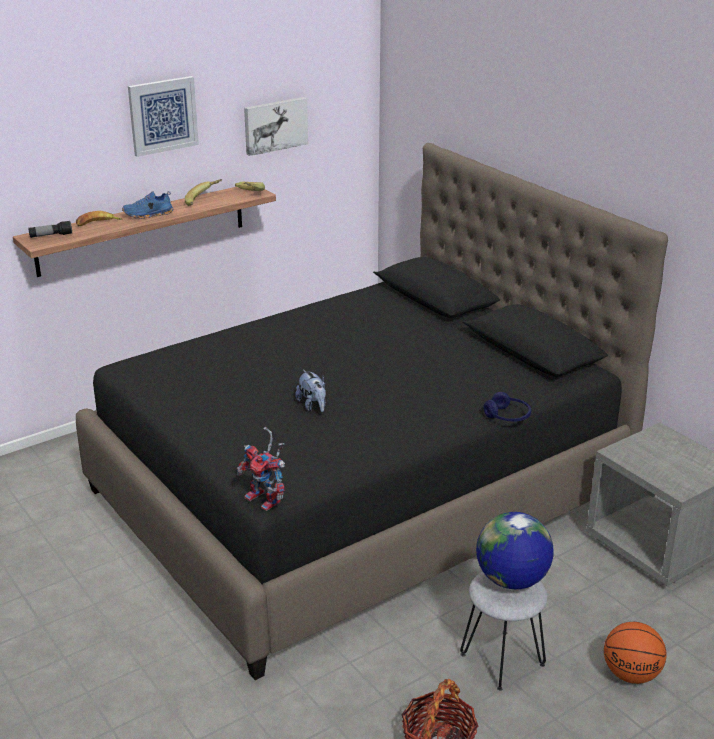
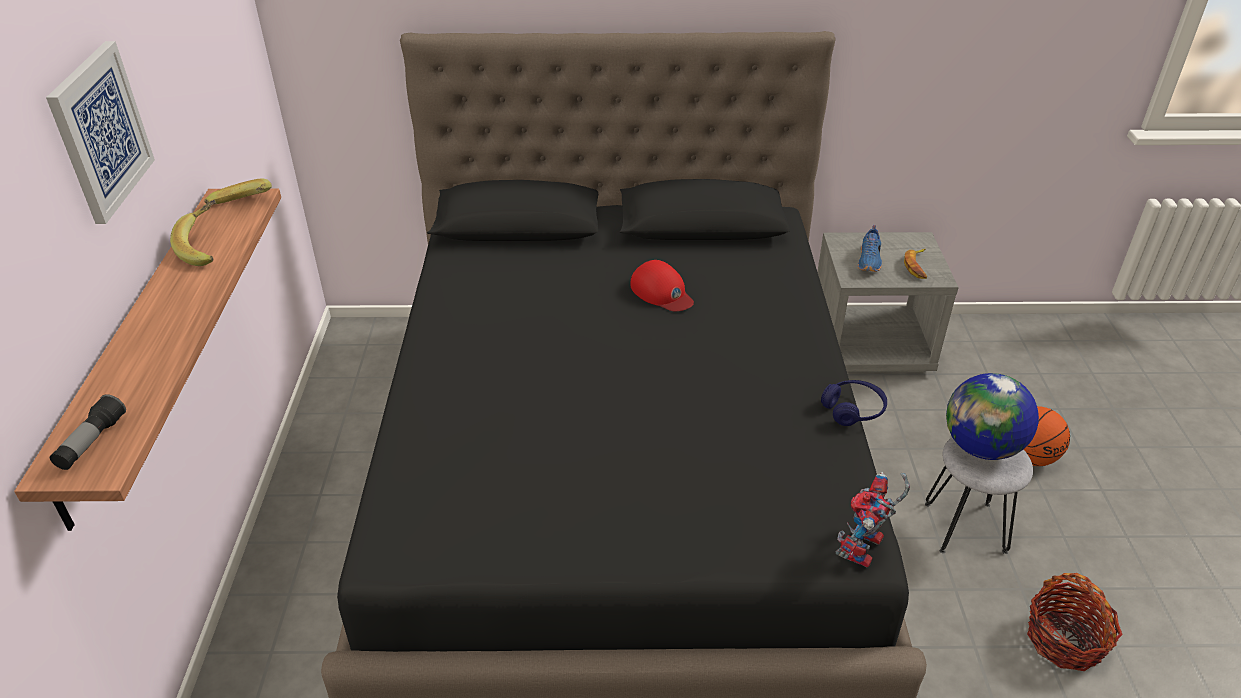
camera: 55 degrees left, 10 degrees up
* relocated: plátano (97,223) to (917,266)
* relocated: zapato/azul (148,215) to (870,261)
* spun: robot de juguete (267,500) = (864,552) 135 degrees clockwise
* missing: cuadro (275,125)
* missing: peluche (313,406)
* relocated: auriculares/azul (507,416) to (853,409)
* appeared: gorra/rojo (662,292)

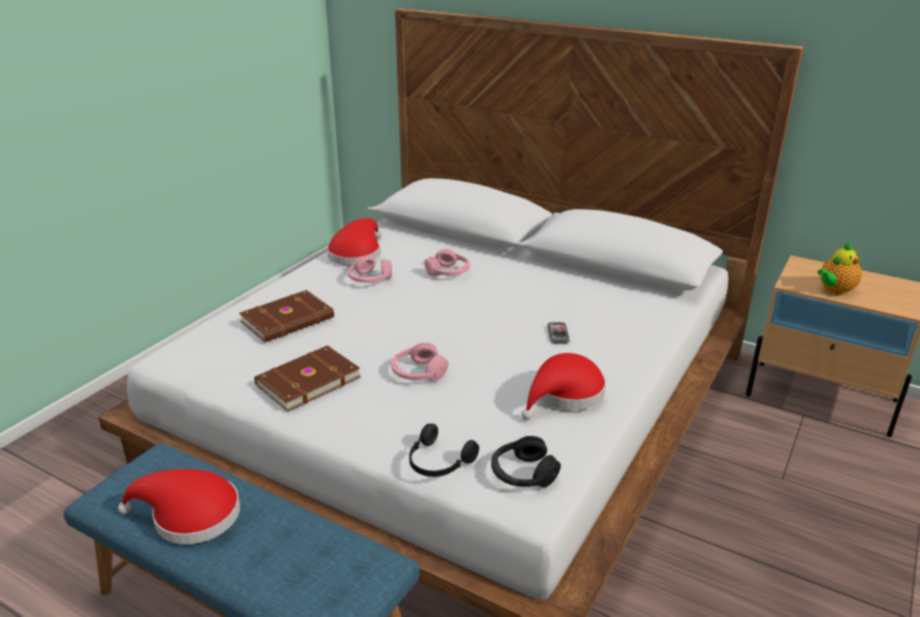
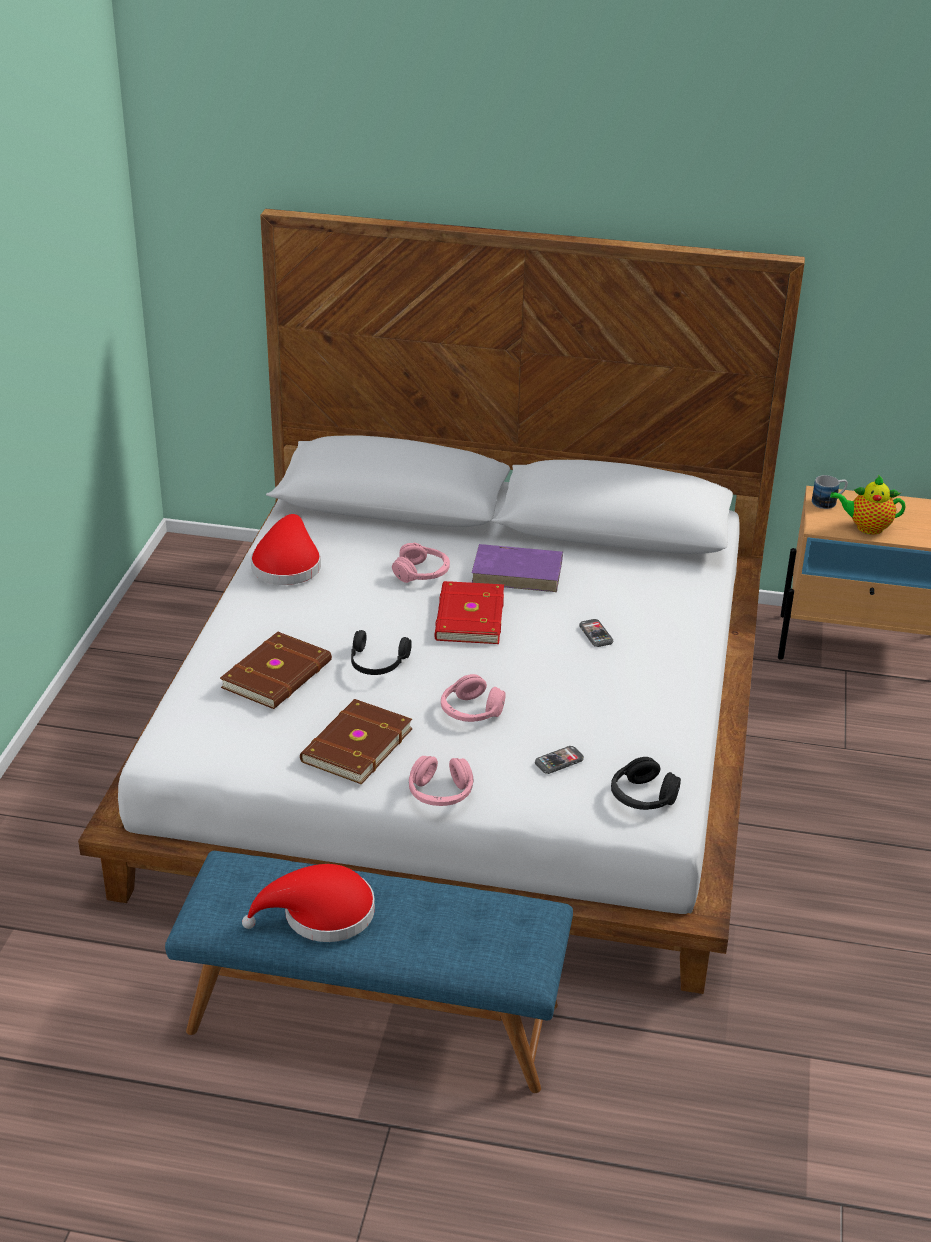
camera: 20 degrees left, 5 degrees up
* relocated: auriculares/rosa (370,279) to (440,793)
* relocated: auriculares/negro (438,462) to (377,664)
* missing: sombrero/rojo (564,394)
* spun: tetera (834,290) = (866,527) 60 degrees clockwise
* appeared: libro/rojo (467,617)
* appeared: libro/morado (518,572)
* appeared: móvil (559,761)
* appeared: taza grande (828,502)

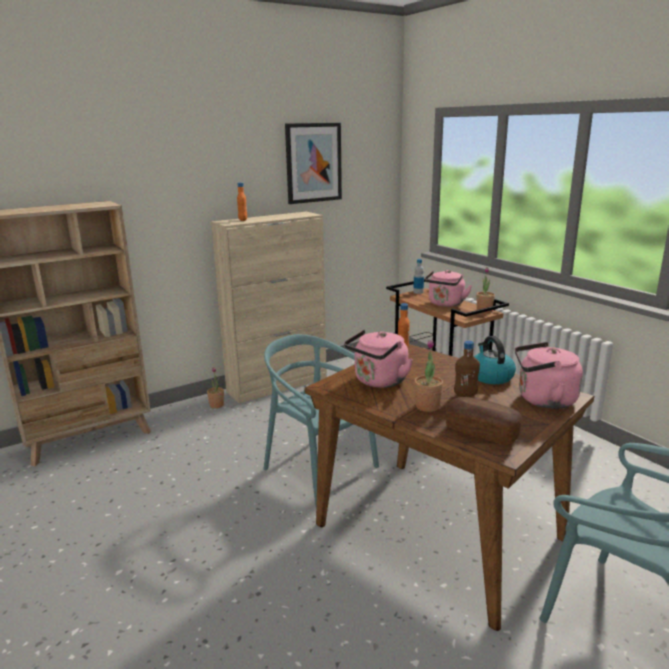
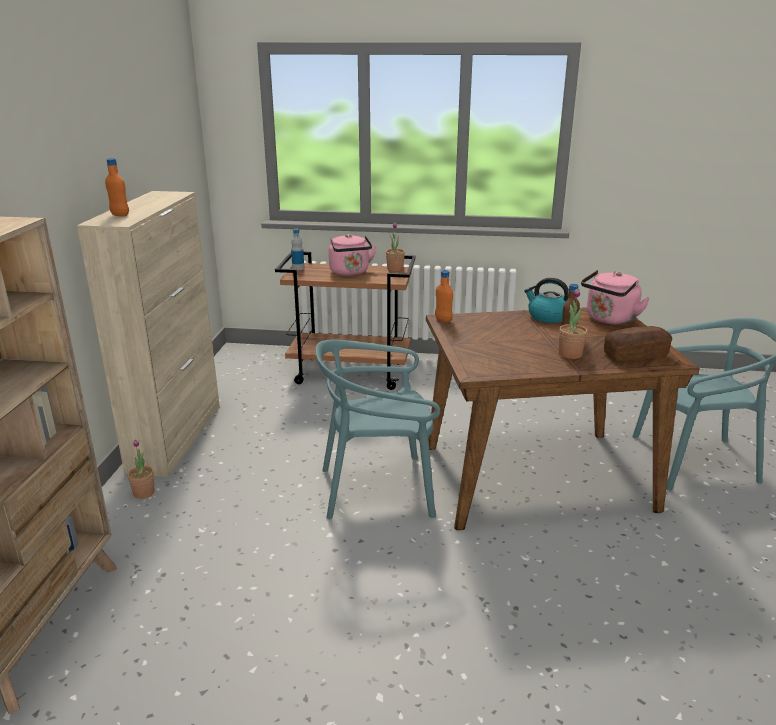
camera: 50 degrees left, 5 degrees up
* missing: cuadro (313,163)
* missing: hervidor/rosa (379,381)

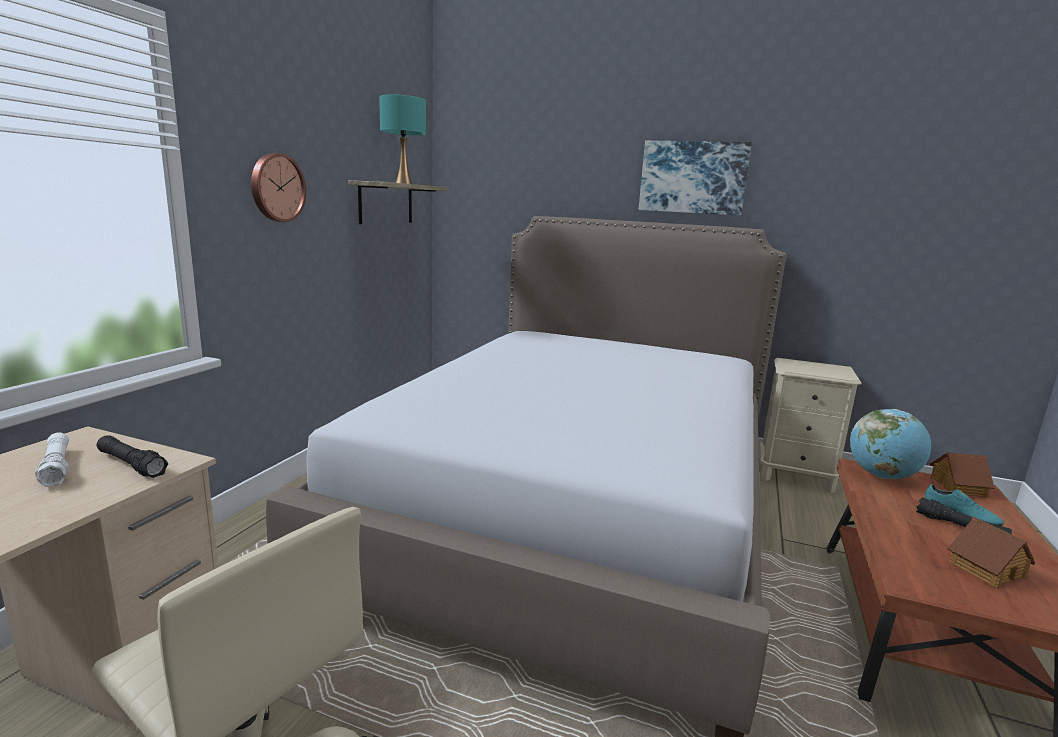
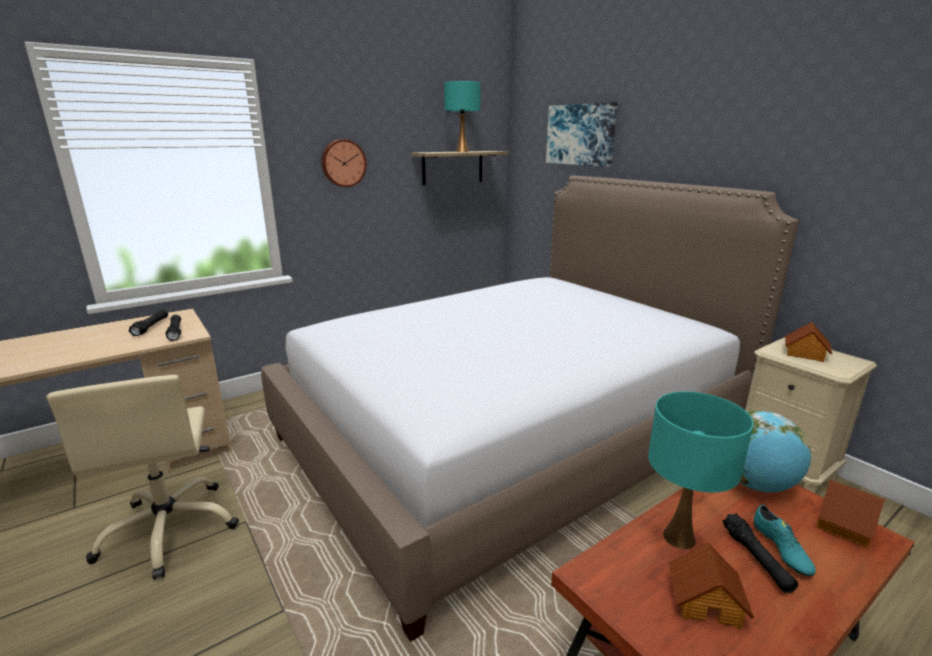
camera: 35 degrees right, 5 degrees up
* colour: linterna/blanco (57,467) to linterna/negro (151,327)
* relocated: cuadro (693,177) to (581,135)
* appeared: lámpara de mesa/turquesa (679,537)
* appeared: casita (804,354)

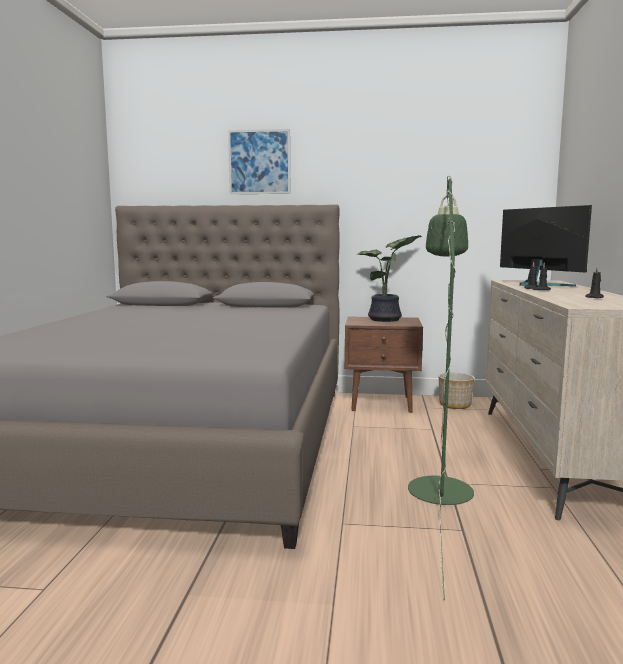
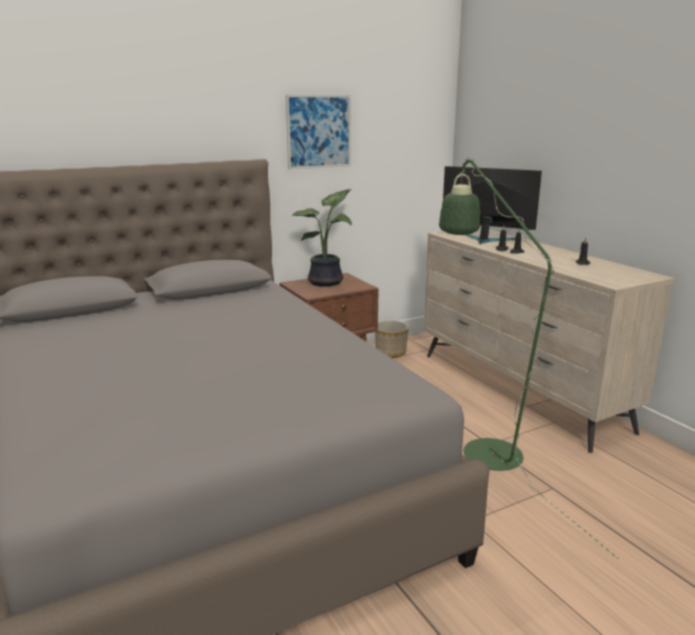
camera: 35 degrees left, 10 degrees up
* relocated: cuadro (259,162) to (319,131)

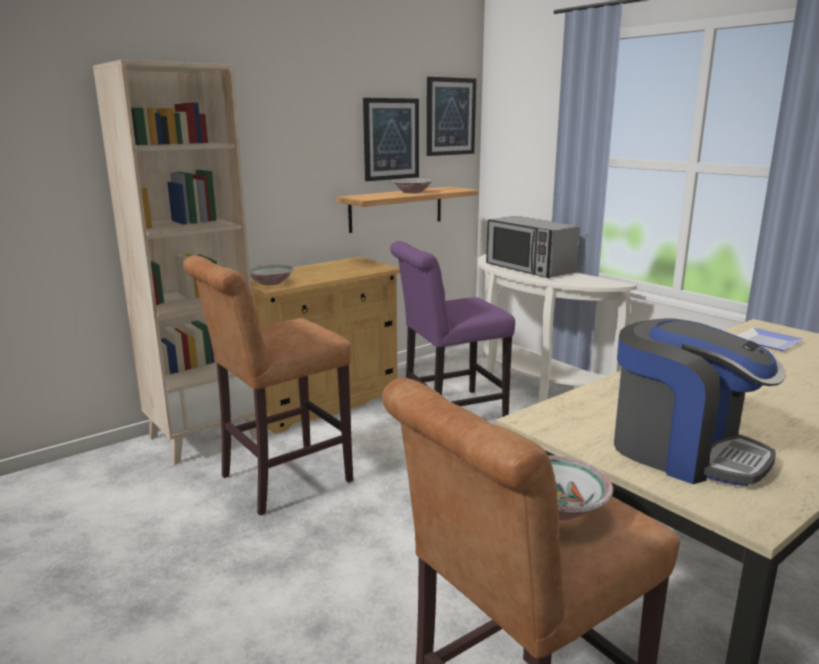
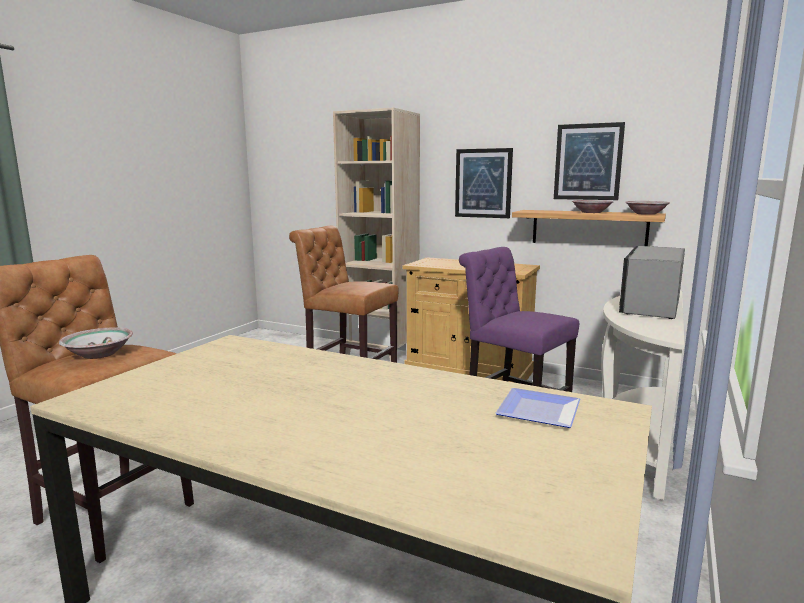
camera: 65 degrees right, 5 degrees down
* relocated: cuenco (271,282) to (646,214)
* relocated: cuadro (450,116) to (483,183)
* missing: cafetera (683,451)

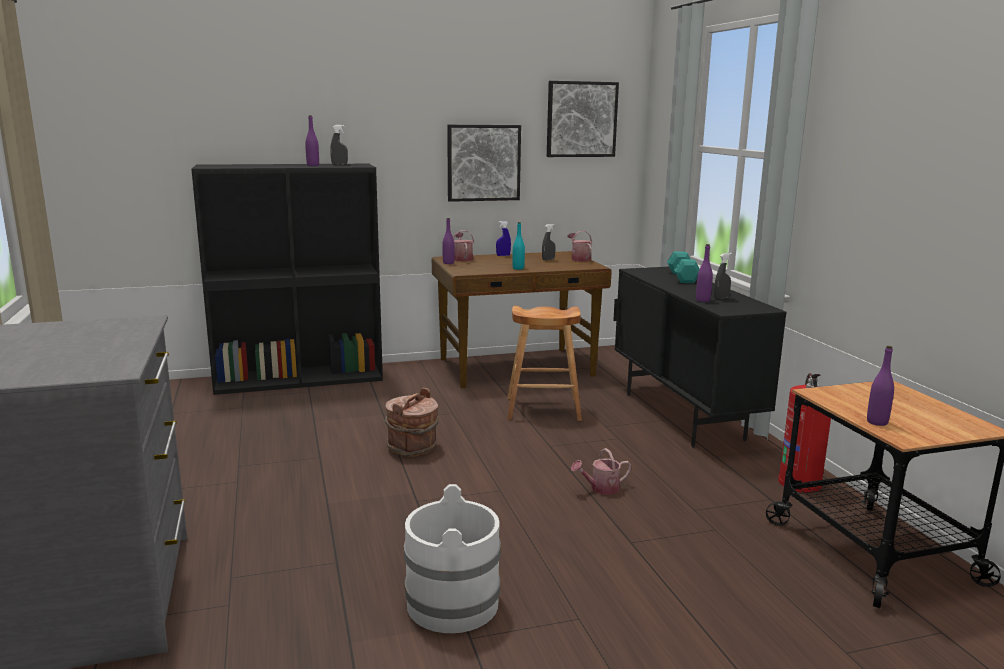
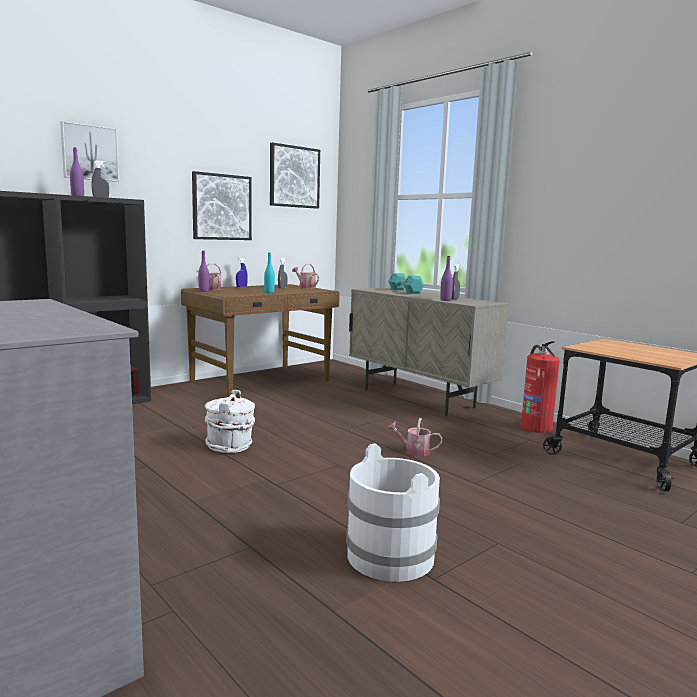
camera: 25 degrees left, 5 degrees down
* colour: cubo/marrón (412,447) to cubo/blanco (230,446)
* missing: taburete/marrón (543,409)
* spun: regadera (601,488) = (413,451) 60 degrees clockwise
* colour: armario/negro (683,416) to armario/beis (418,399)
* missing: botella/morado (877,422)
* appeared: cuadro (89,152)

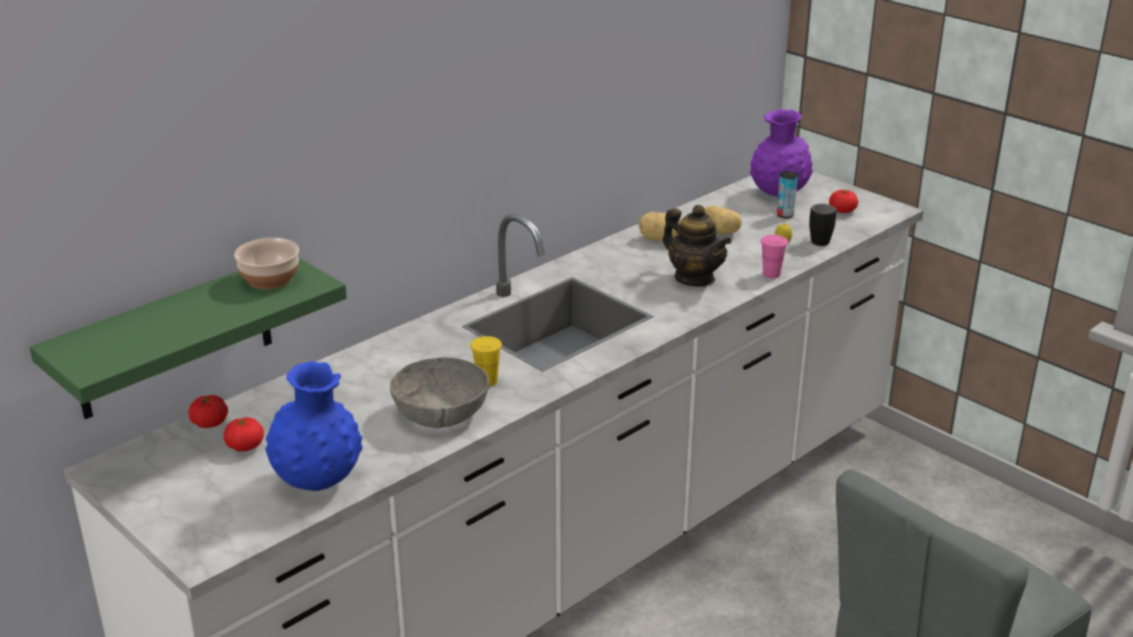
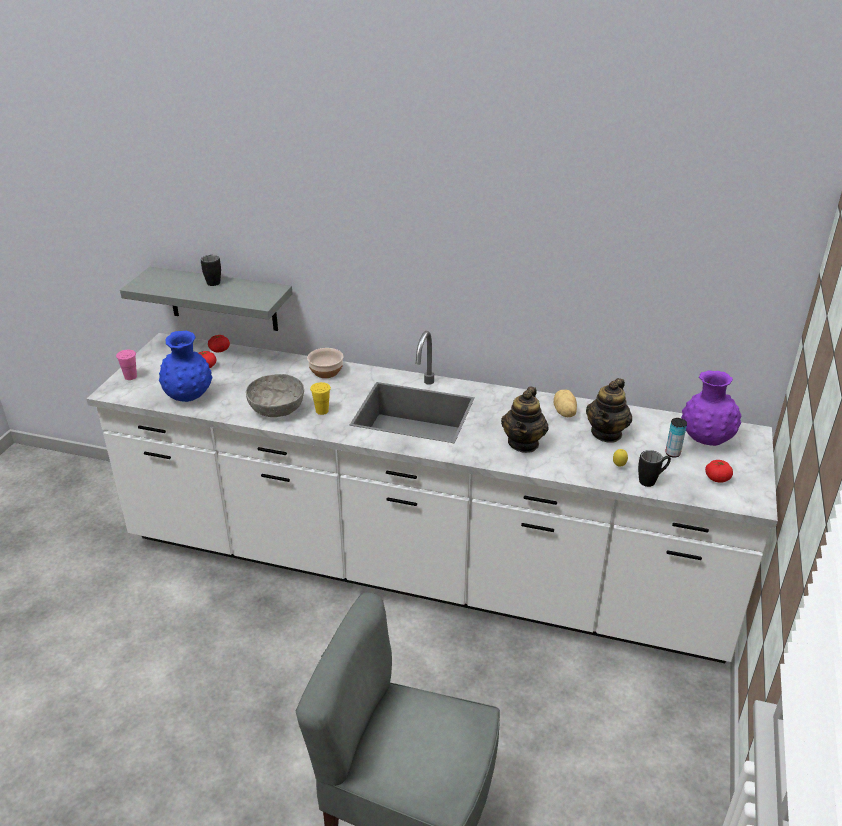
camera: 60 degrees right, 5 degrees up
* colour: estante/verde (174,337) to estante/gris (222,299)
* relocated: cuenco (269,279) to (326,371)
* exchanged: patata (720,232) to tetera (606,433)
* relocated: taza/rosa (771,274) to (130,377)
* appeared: taza grande/negro (213,281)

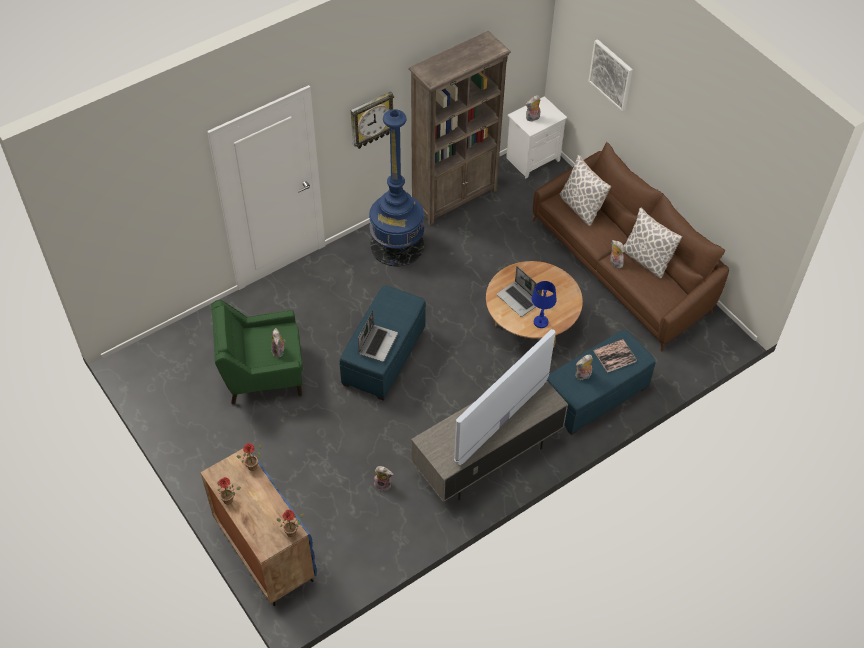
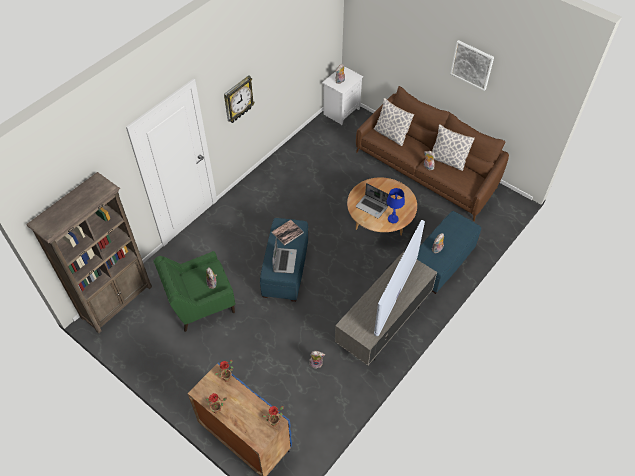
camera: 15 degrees left, 0 degrees up
* missing: lámpara de pie/azul (397,245)
* relocated: estantería/marrón (455,198) to (117,302)
* relocated: cuadro (611,74) to (472,65)
* relocated: libro (614,356) to (287,232)

